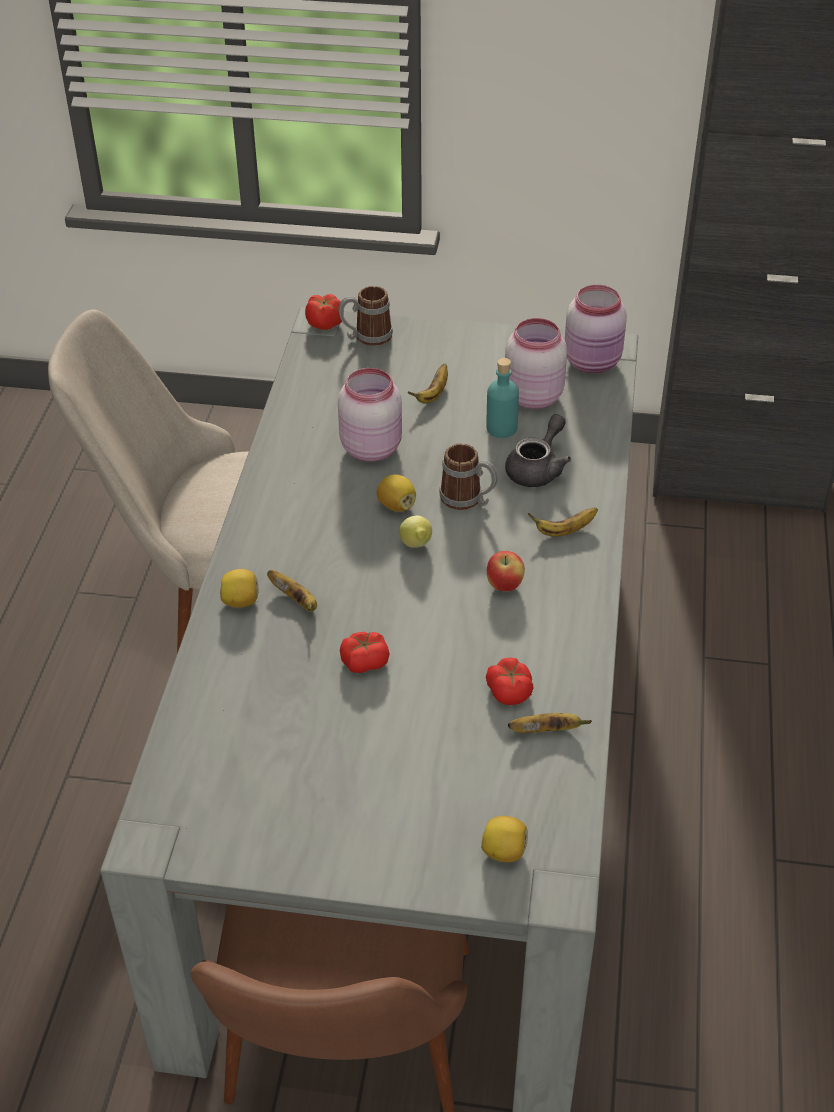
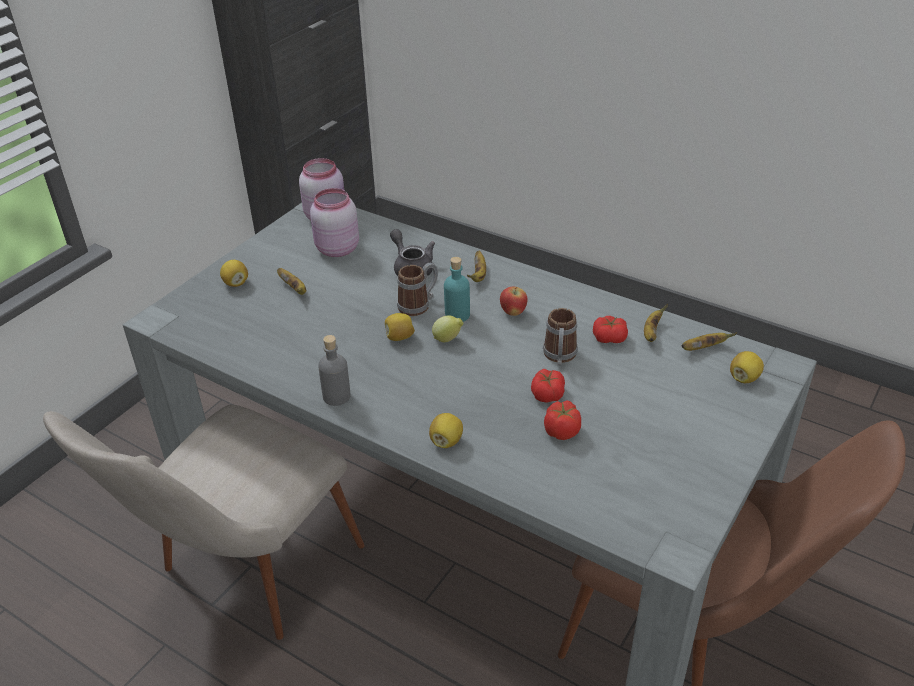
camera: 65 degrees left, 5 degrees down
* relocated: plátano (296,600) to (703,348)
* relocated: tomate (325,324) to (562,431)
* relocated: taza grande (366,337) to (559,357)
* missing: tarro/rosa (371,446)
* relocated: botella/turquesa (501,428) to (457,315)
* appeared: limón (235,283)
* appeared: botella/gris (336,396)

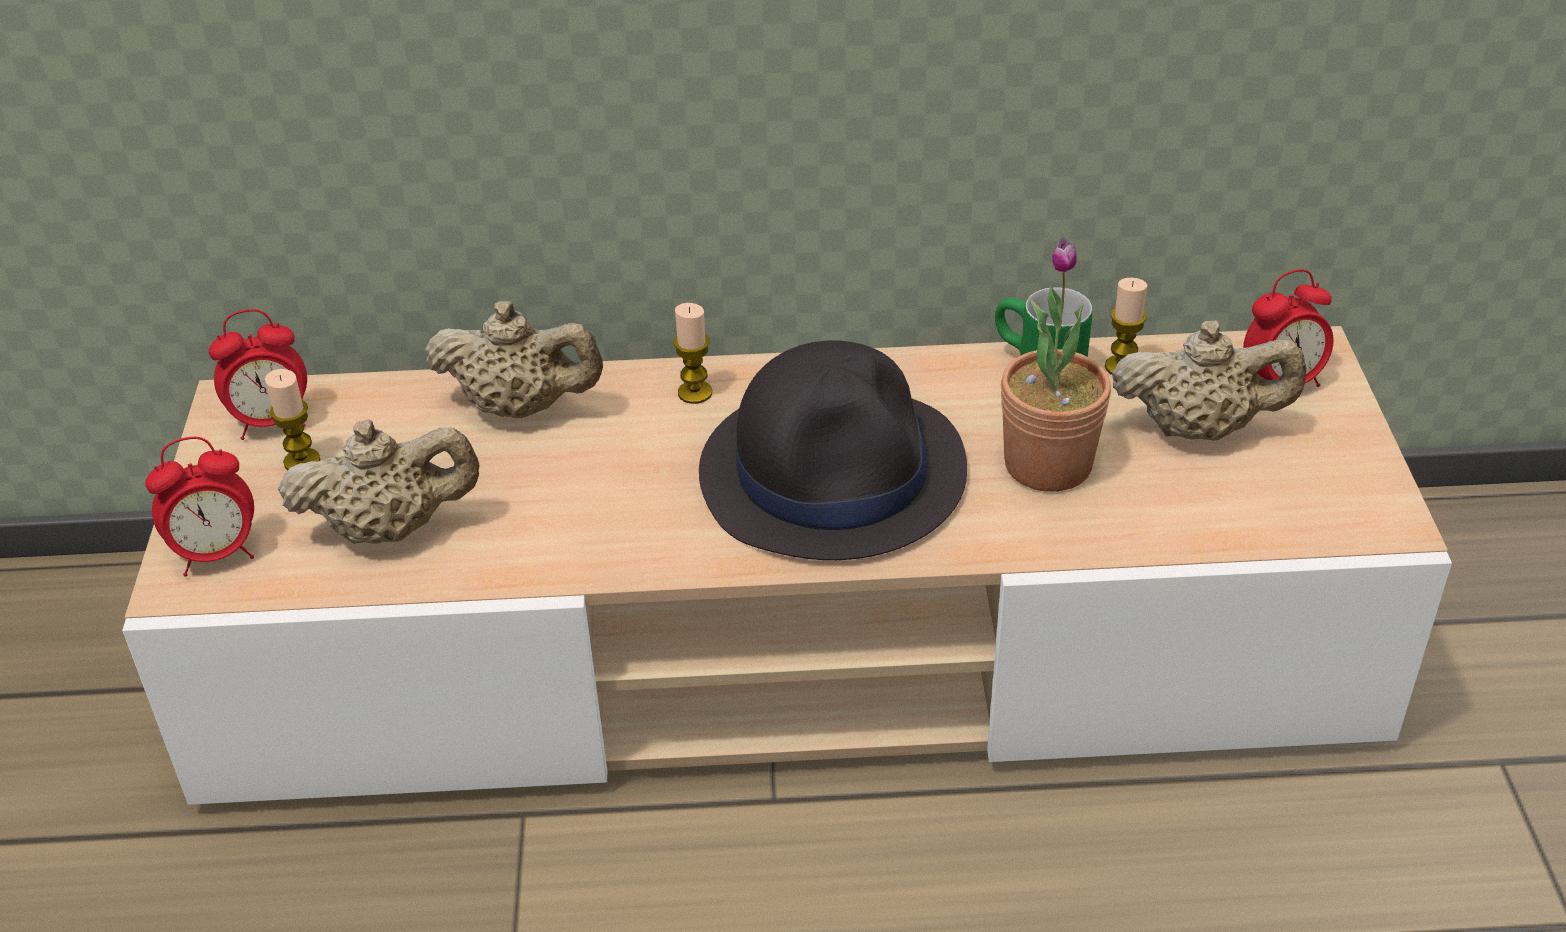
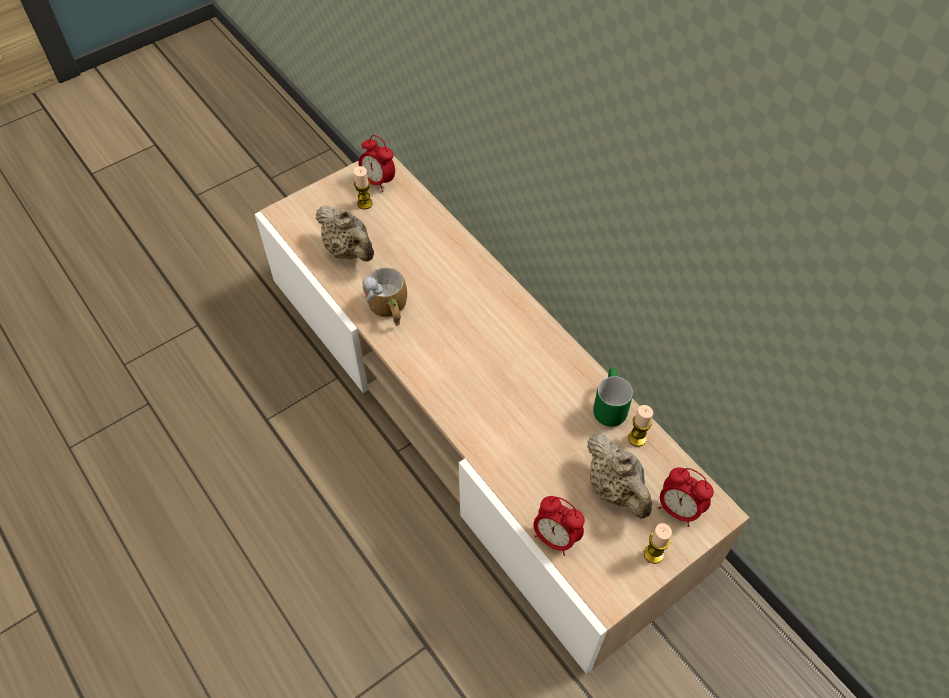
camera: 55 degrees right, 15 degrees up
* relocated: despertador (217,554) to (555,537)
* missing: tetera/beis (521,407)
* relocated: vela (695,393) to (653,554)
* missing: sombrero/negro (834,472)
* missing: planta en maceta (1048,464)
* appeared: taza grande (389,308)

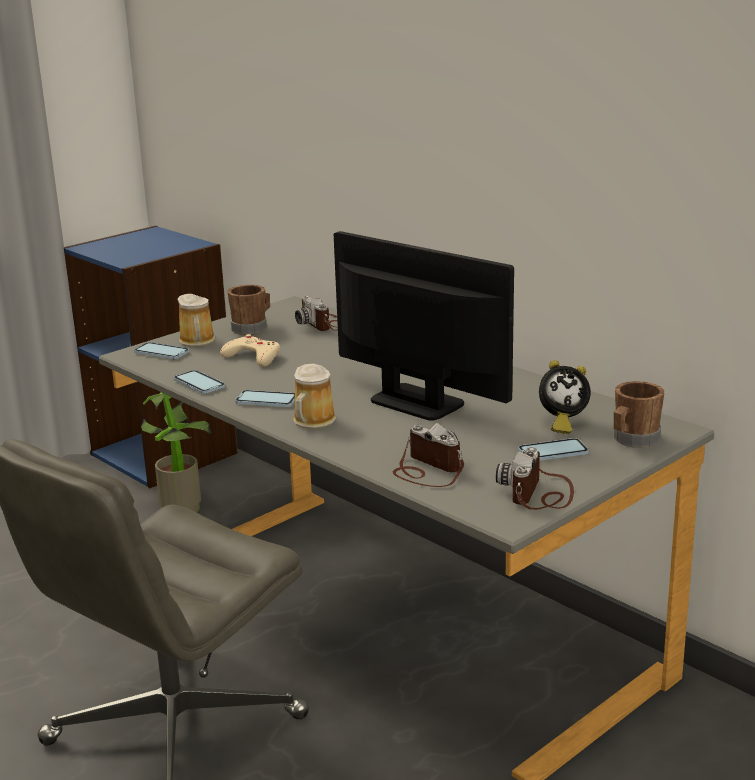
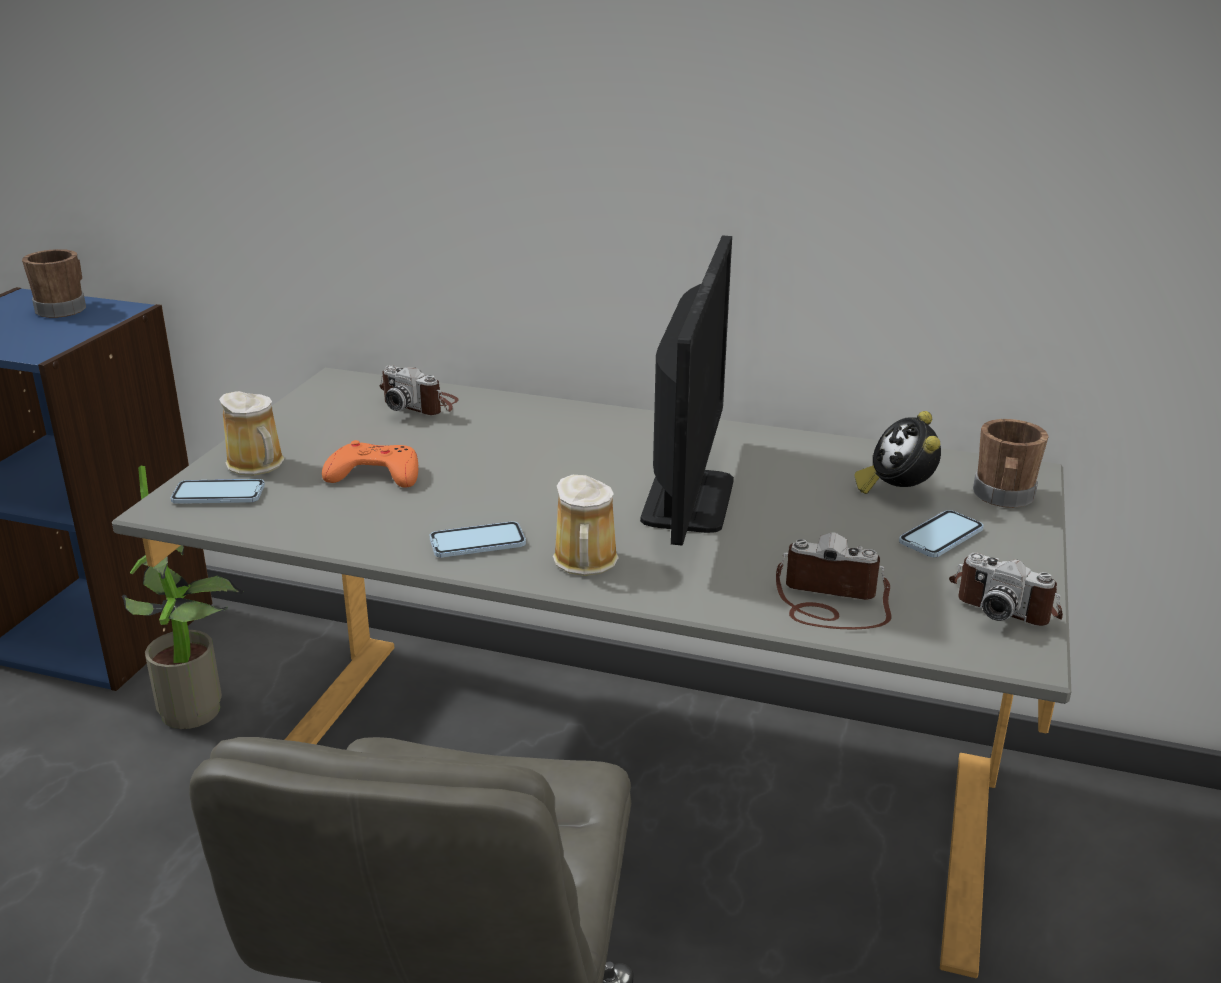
camera: 30 degrees left, 5 degrees up
* missing: móvil (199,384)
* colour: mando de consola/beis (253,357) to mando de consola/naranja (374,474)
* relocated: taza grande/marrón (252,328) to (64,308)
* spun: monitor (416,402) = (687,500) 90 degrees clockwise
* spun: cámara (540,494) = (1005,603) 45 degrees counterclockwise
* spun: despertador (561,423) = (897,492) 120 degrees clockwise

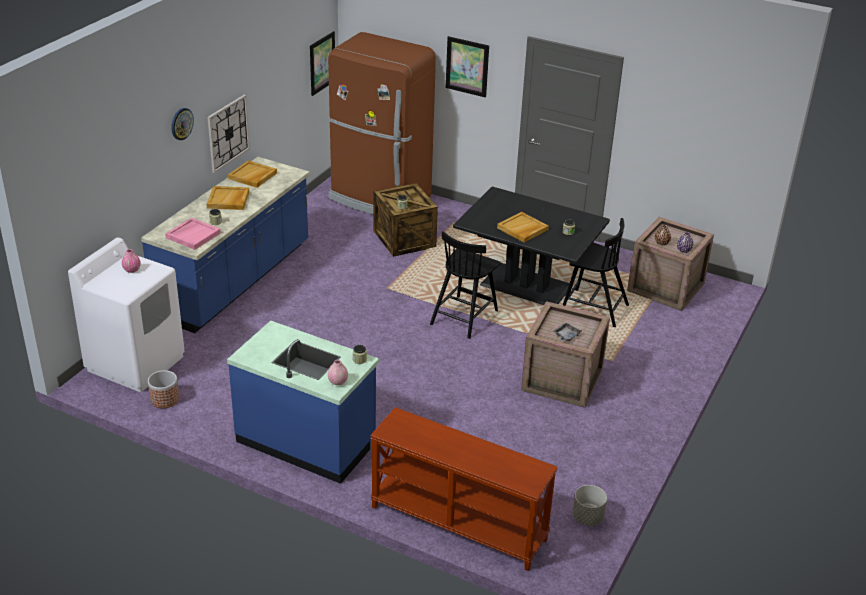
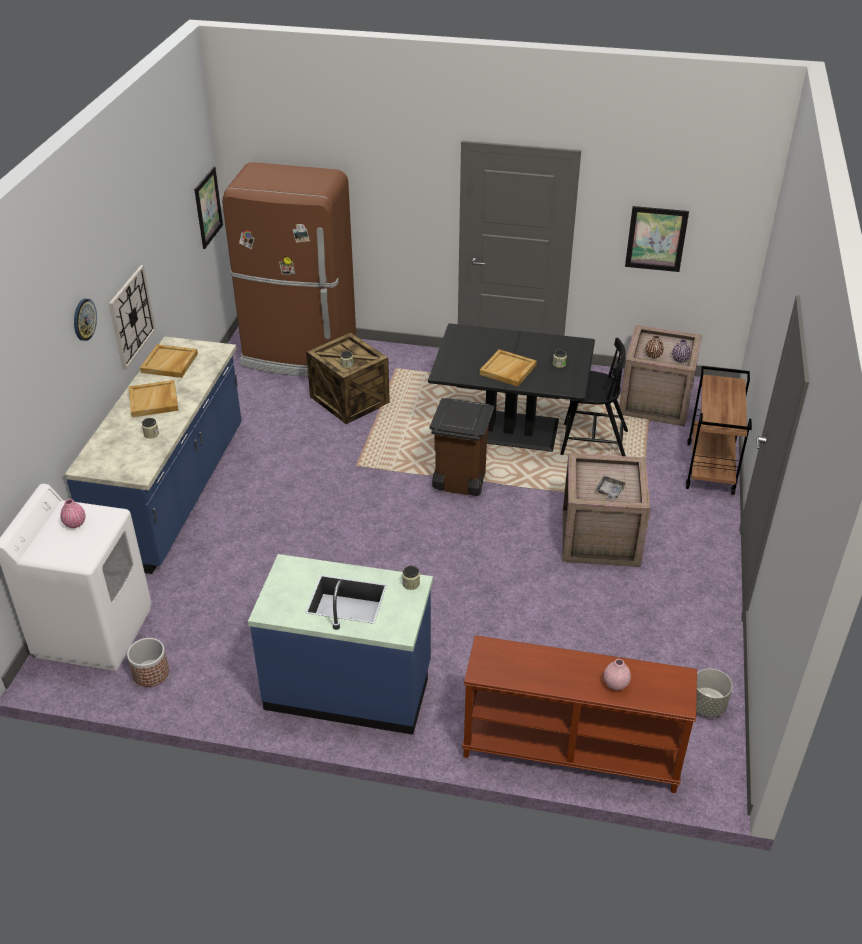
camera: 15 degrees left, 5 degrees up
* missing: bandeja/rosa (193,235)
* relocated: florero/rosa (338,381) to (615,684)
* exchanged: silla/negro (464,316) to papelera/marrón (459,482)
* relocated: cuadro (467,66) to (656,239)
* appeared: carrito/marrón (710,469)

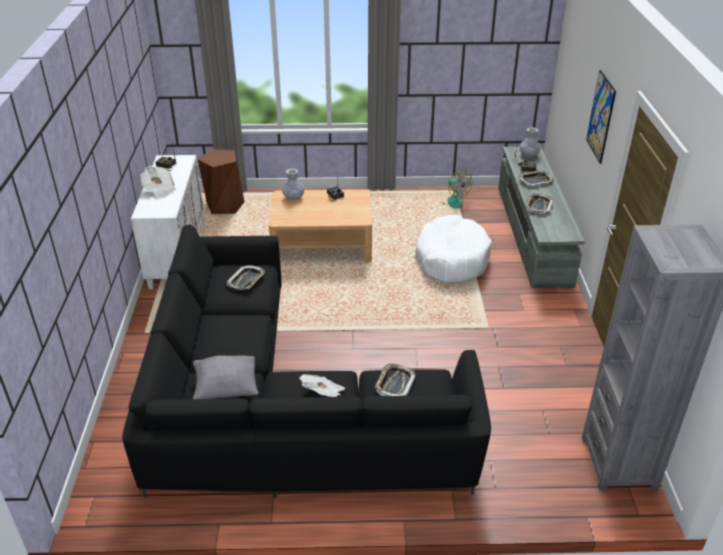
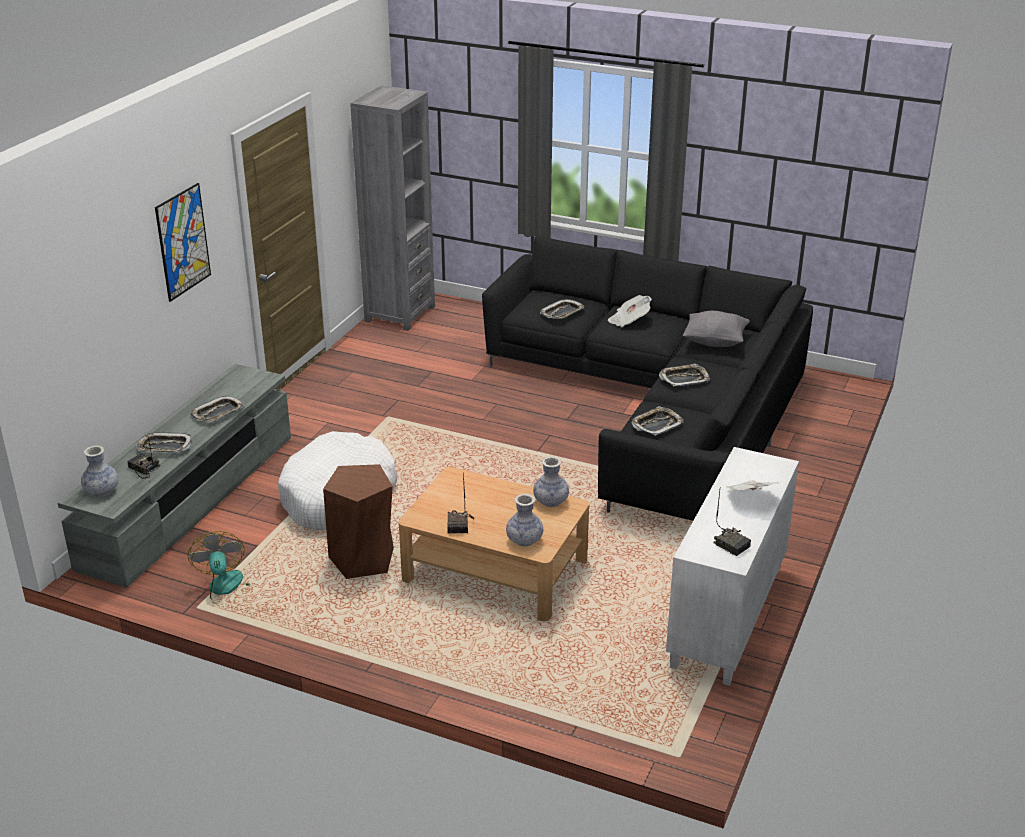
camera: 155 degrees left, 5 degrees down
* relocated: taburete/marrón (225,206) to (363,560)
* appeared: florero (550,501)
* appeared: bandeja (684,379)

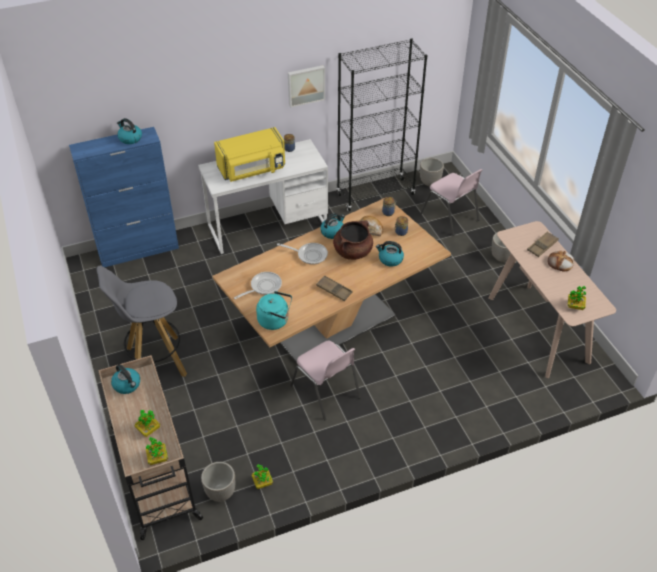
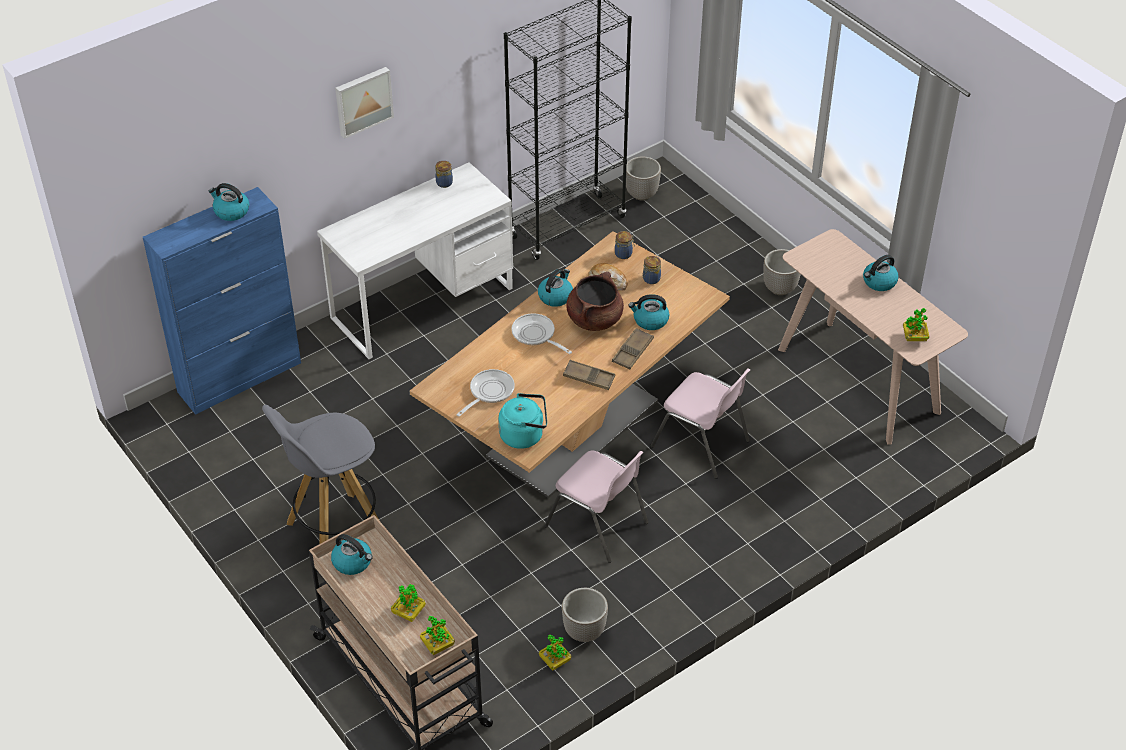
camera: 15 degrees left, 0 degrees up
* relocated: maceta (220,493) to (584,632)
* missing: microondas/amarillo (252,170)
* spun: sartén (309,255) = (536,335) 135 degrees counterclockwise
* relocated: cuadro (306,85) to (363,101)
* relocated: silla/rosa (450,217) to (701,444)
* relocated: bandeja/marrón (542,246) to (632,351)
* exchanged: pan (560,263) to hervidor (879,282)

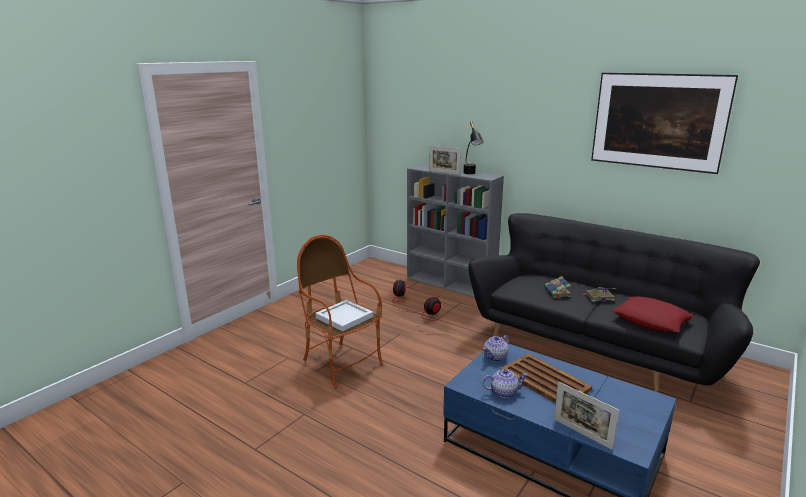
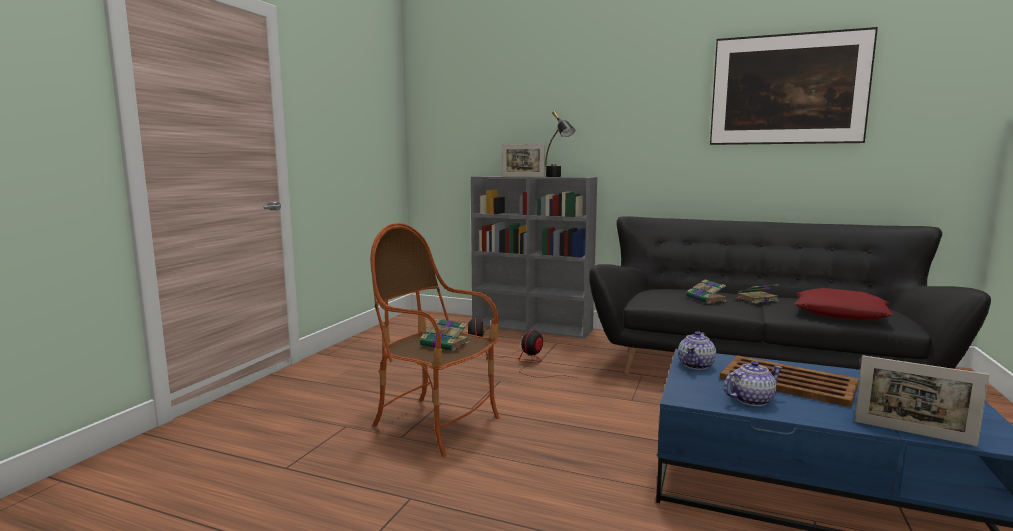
camera: 15 degrees left, 10 degrees down
* exchanged: bandeja/blanco (345,317) to libro (445,344)

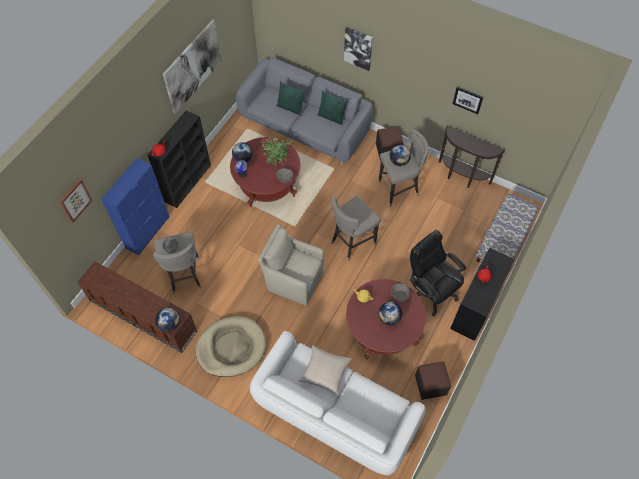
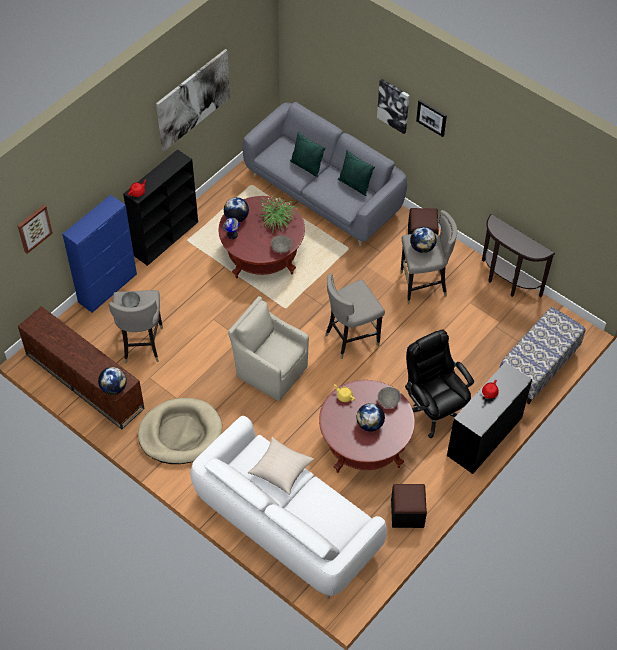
camera: 10 degrees right, 5 degrees down
* relocated: cuadro (468,99) to (432,117)

